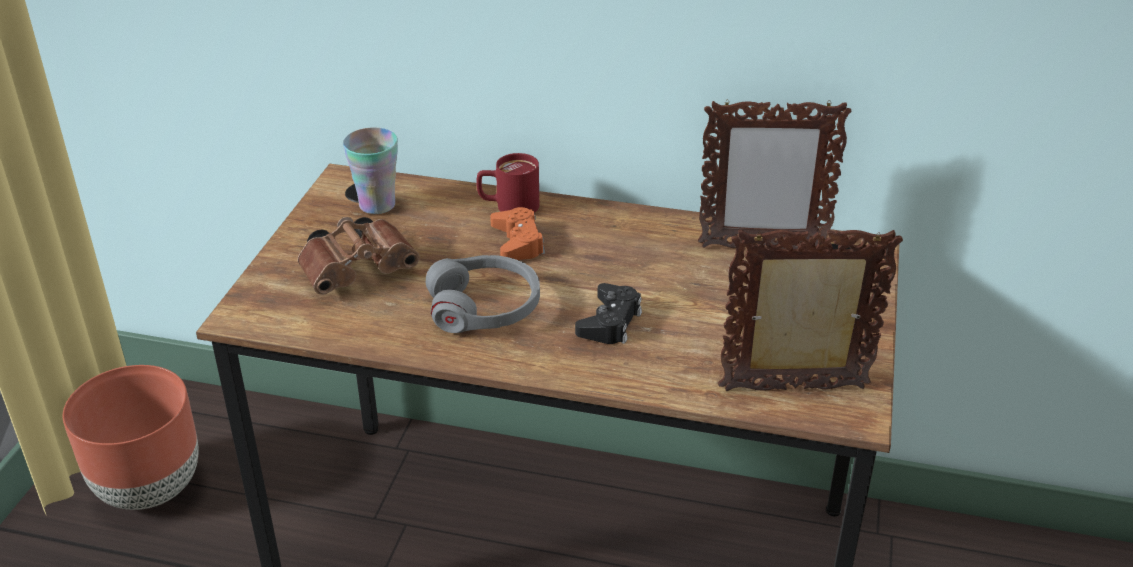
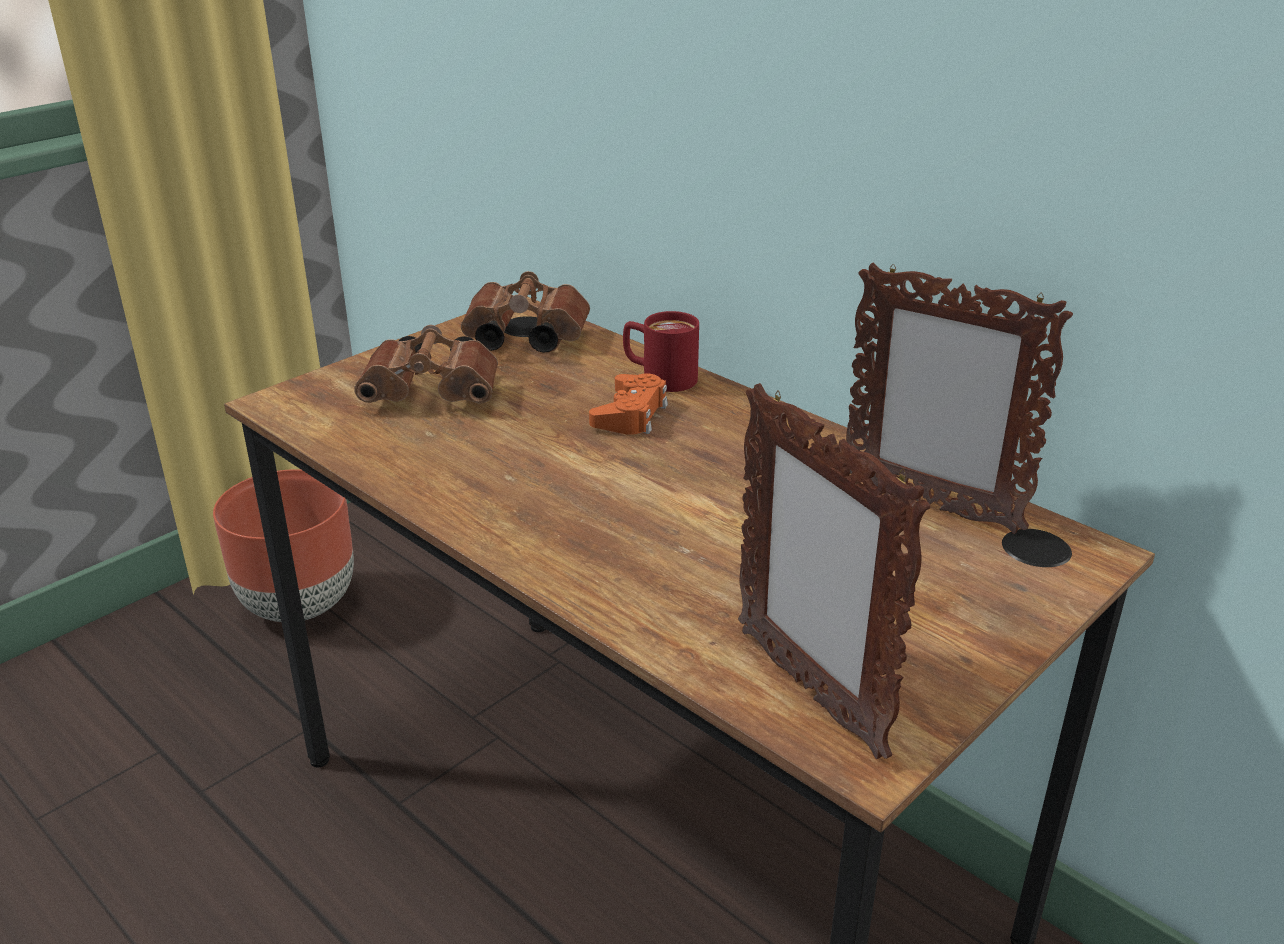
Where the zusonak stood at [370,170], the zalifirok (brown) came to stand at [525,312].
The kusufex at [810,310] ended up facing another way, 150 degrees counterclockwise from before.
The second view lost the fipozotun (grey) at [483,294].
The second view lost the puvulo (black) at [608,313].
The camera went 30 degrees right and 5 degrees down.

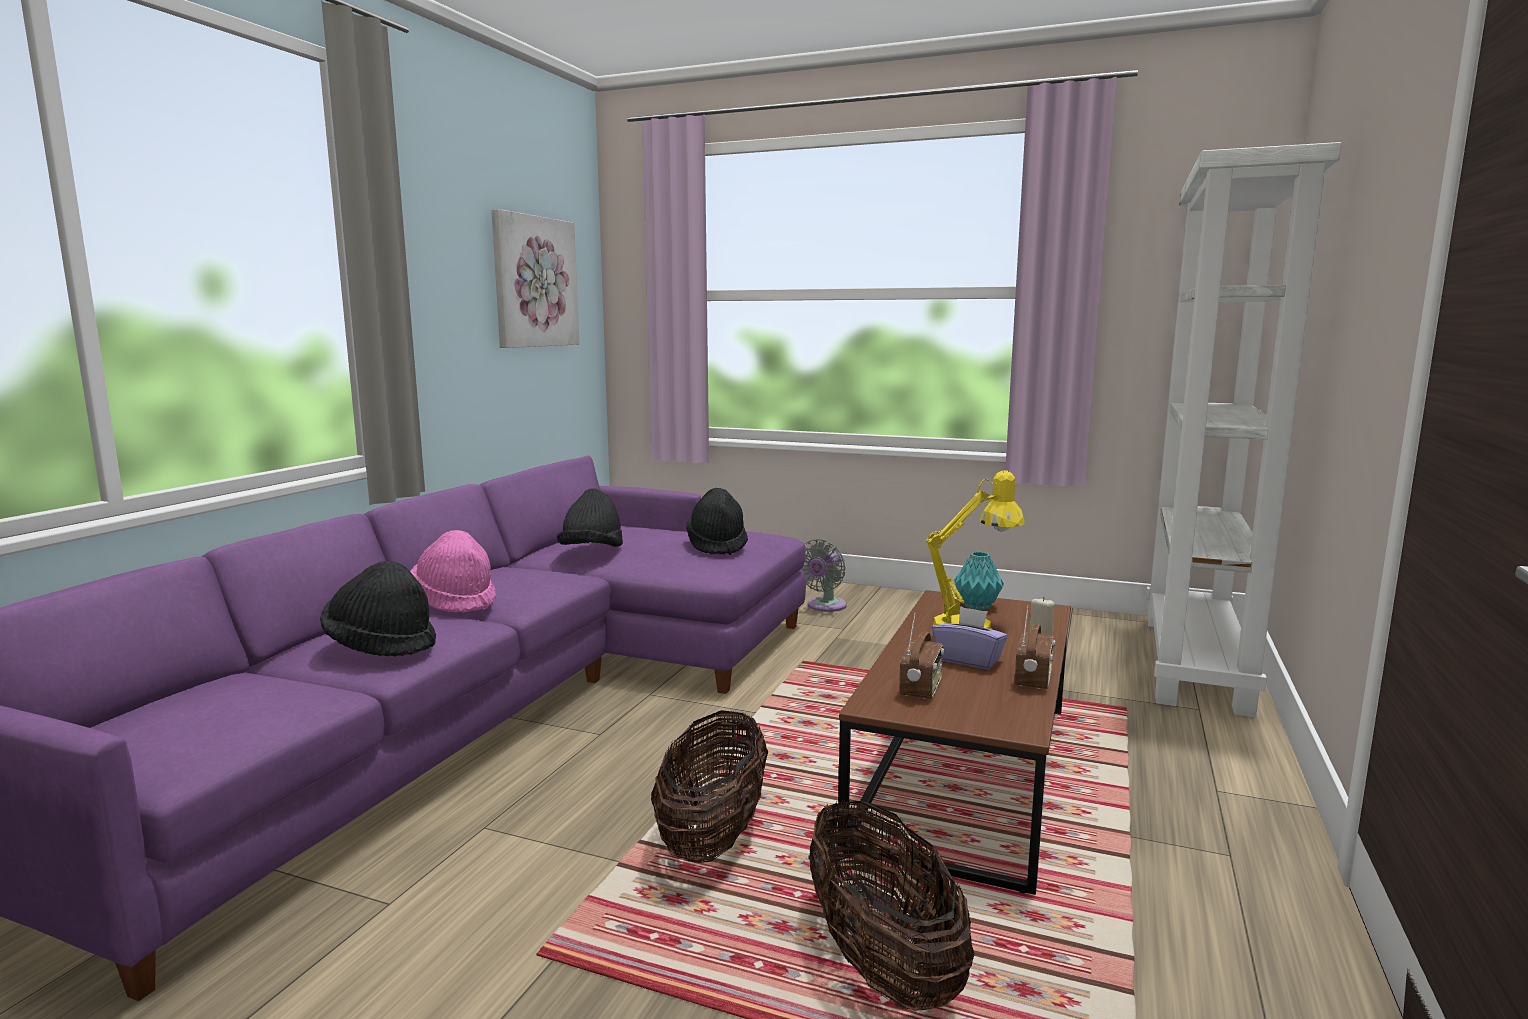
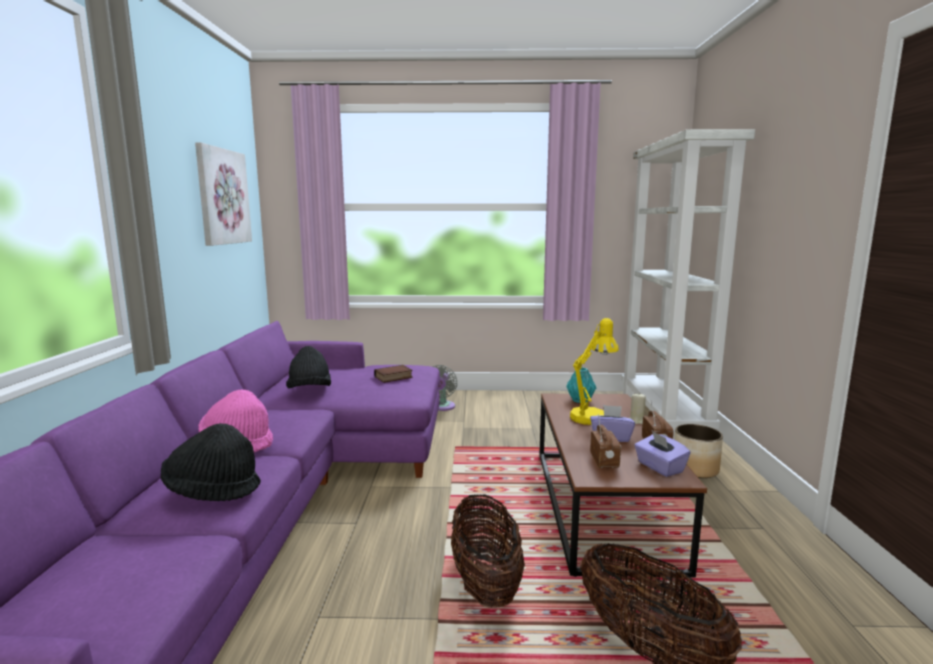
Where the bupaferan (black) stood at [717,521], the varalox came to stand at [393,374].
The second view gained the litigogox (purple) at [662,454].
The second view gained the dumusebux at [698,451].
The camera went 20 degrees left and 0 degrees up.

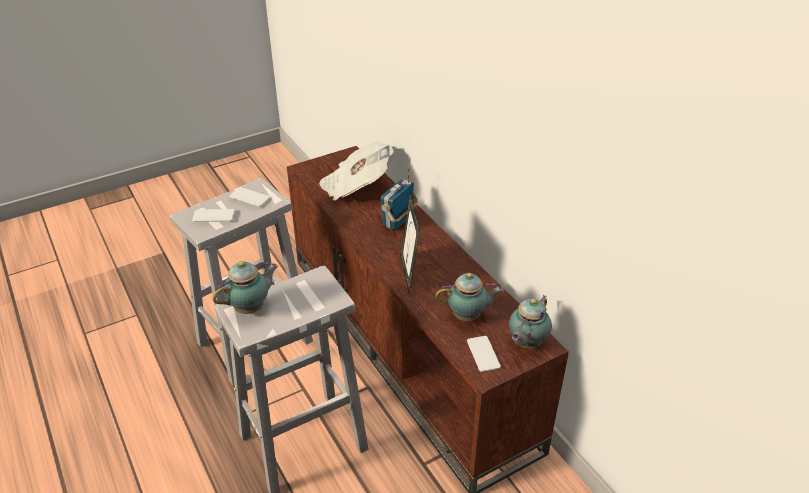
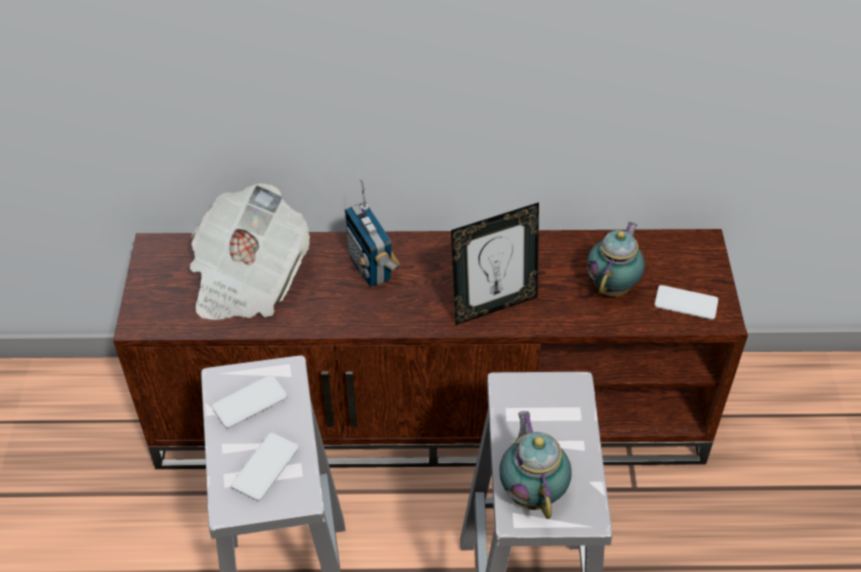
The kusufex at [410,242] ended up facing another way, 45 degrees counterclockwise from before.
The second view lost the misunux at [530,321].
The camera went 60 degrees left and 10 degrees up.

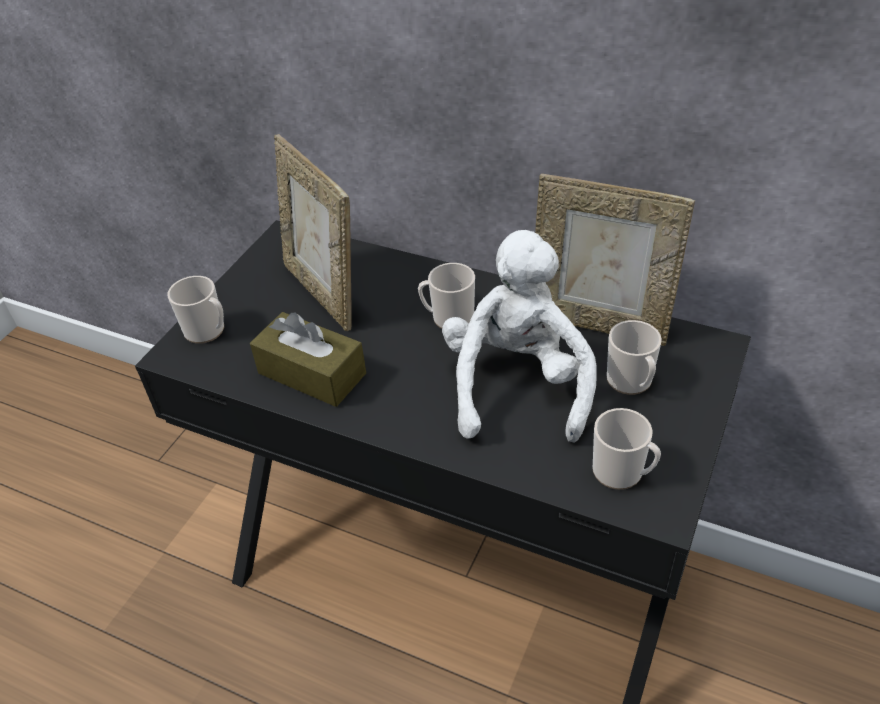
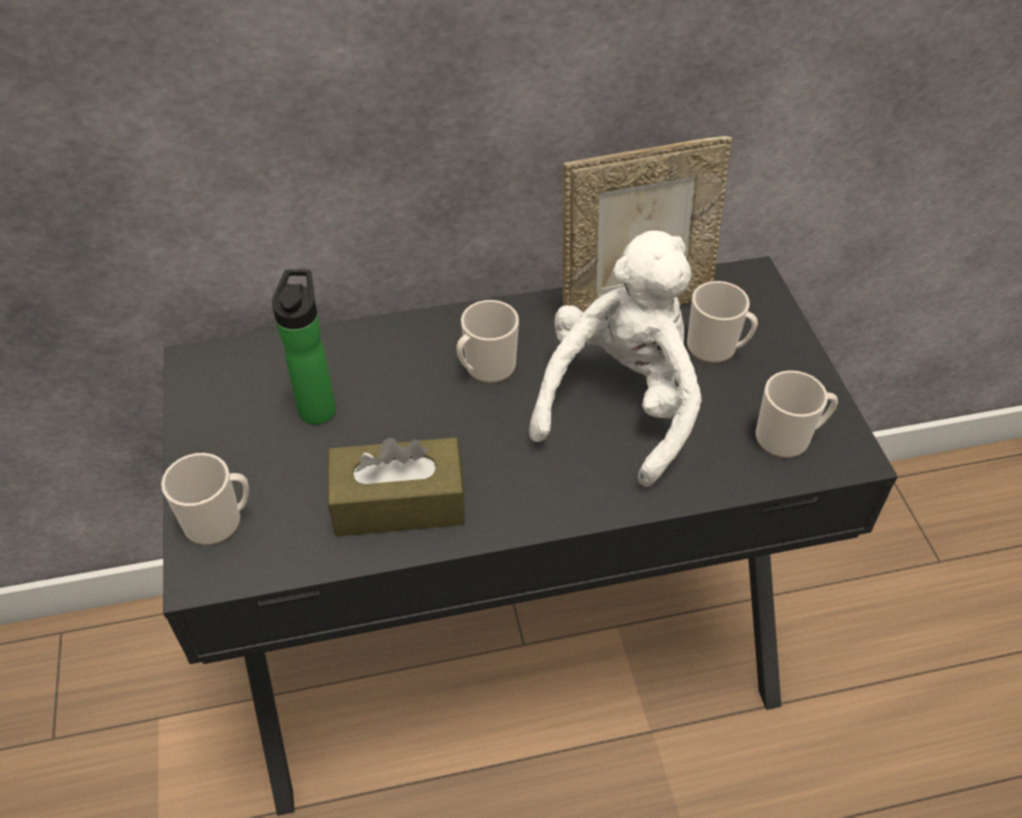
Where the kusufex stood at [313,232], the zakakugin came to stand at [304,347].
The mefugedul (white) at [519,336] ended up facing another way, 60 degrees clockwise from before.
The camera went 40 degrees left and 5 degrees up.

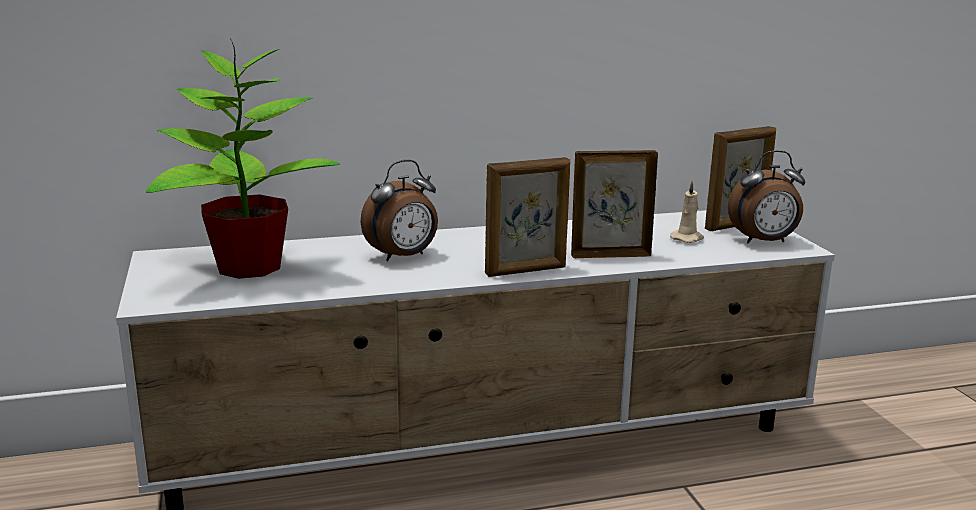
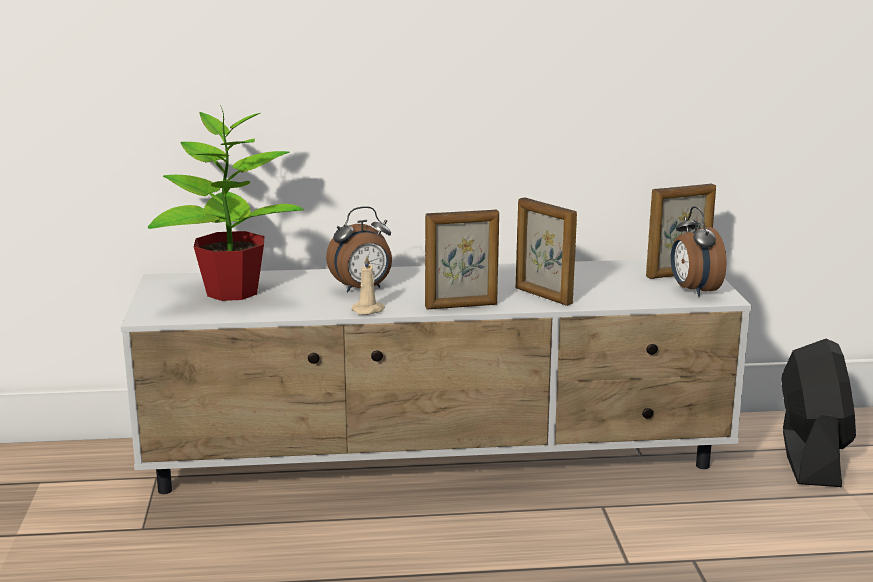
The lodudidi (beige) ended up elsewhere, having gone from [687,211] to [368,285].
The kusufex at [614,204] ended up facing another way, 135 degrees counterclockwise from before.
The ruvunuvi at [766,196] ended up facing another way, 75 degrees clockwise from before.
The second view gained the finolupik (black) at [818,413].
The camera went 10 degrees right and 0 degrees up.

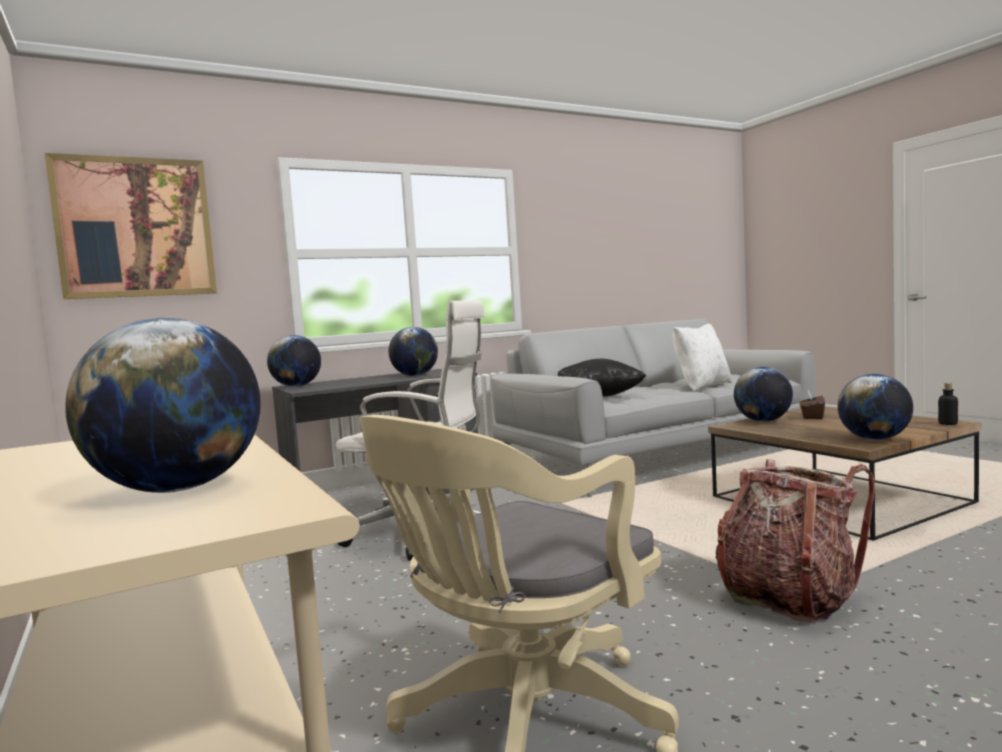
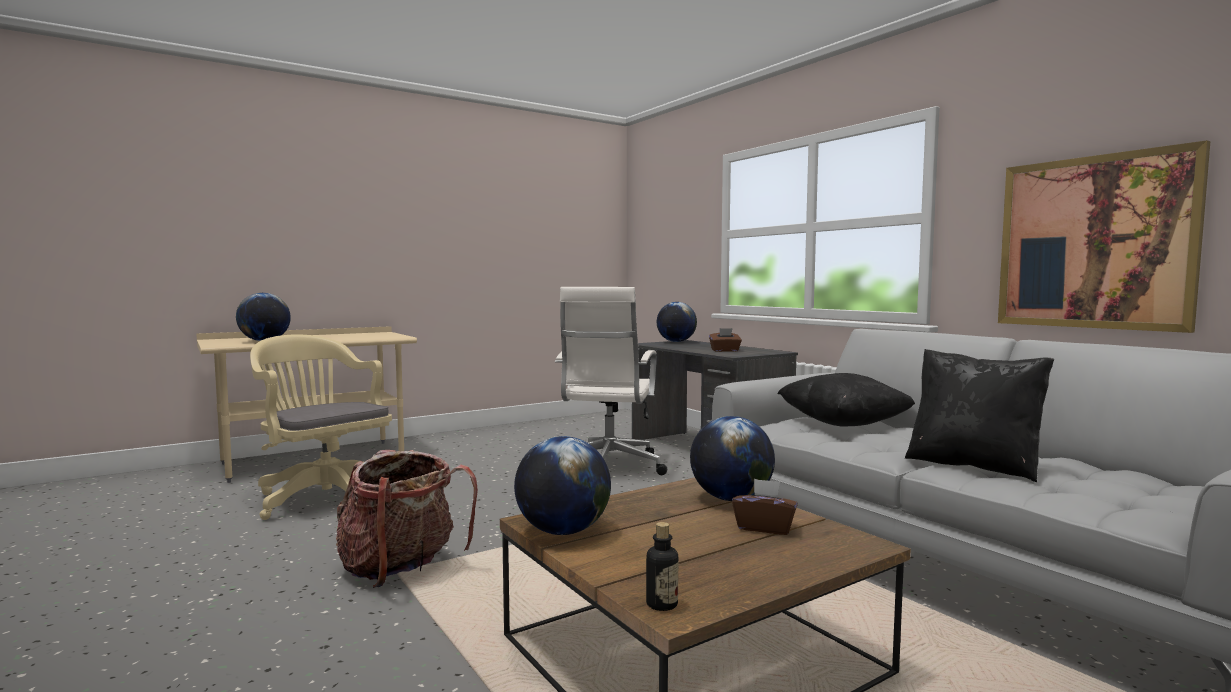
Where the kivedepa stood at [413,351], the litigogox (brown) came to stand at [725,340].
What was the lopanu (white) at [702,357] turned into the lopanu (black) at [979,415].
The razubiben ended up elsewhere, having gone from [131,226] to [1104,236].
The camera went 85 degrees right and 0 degrees up.

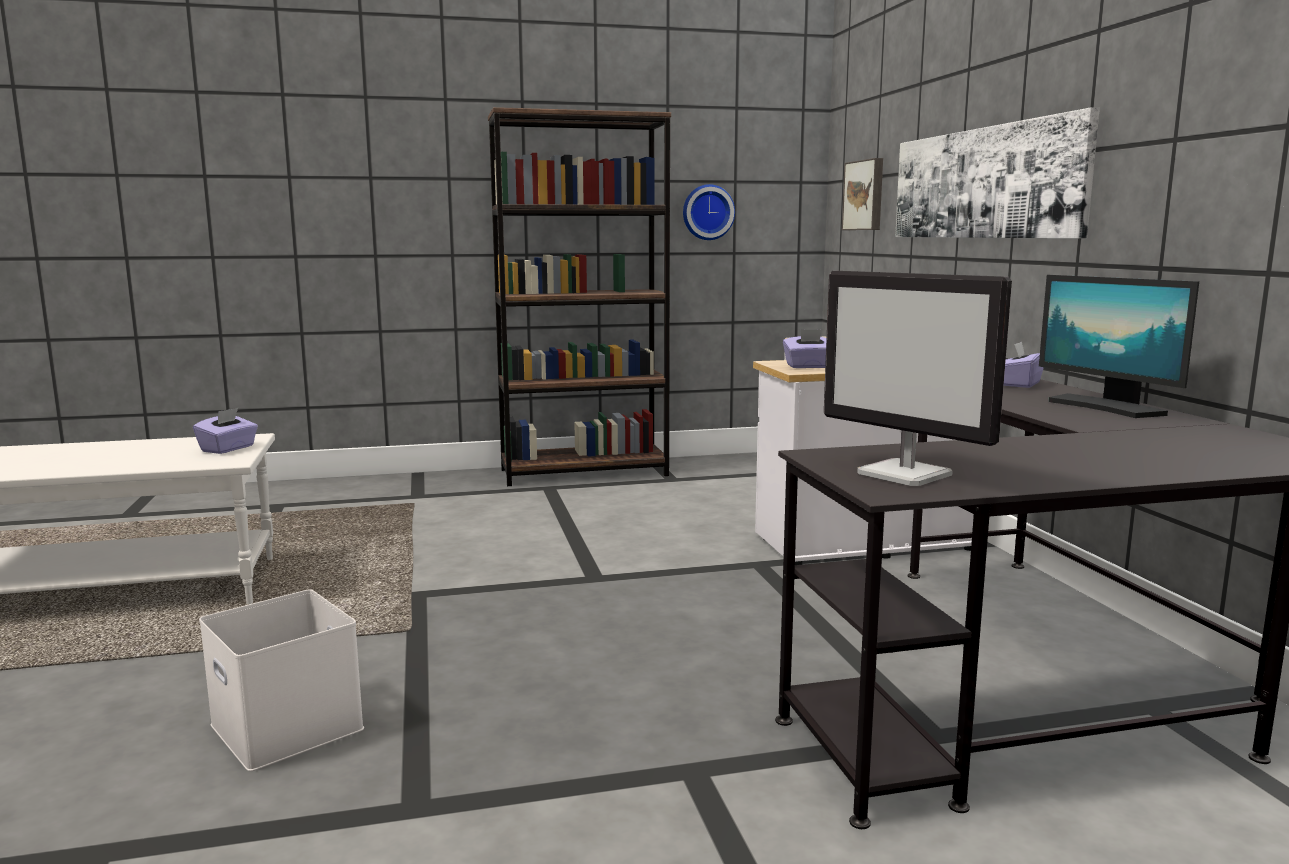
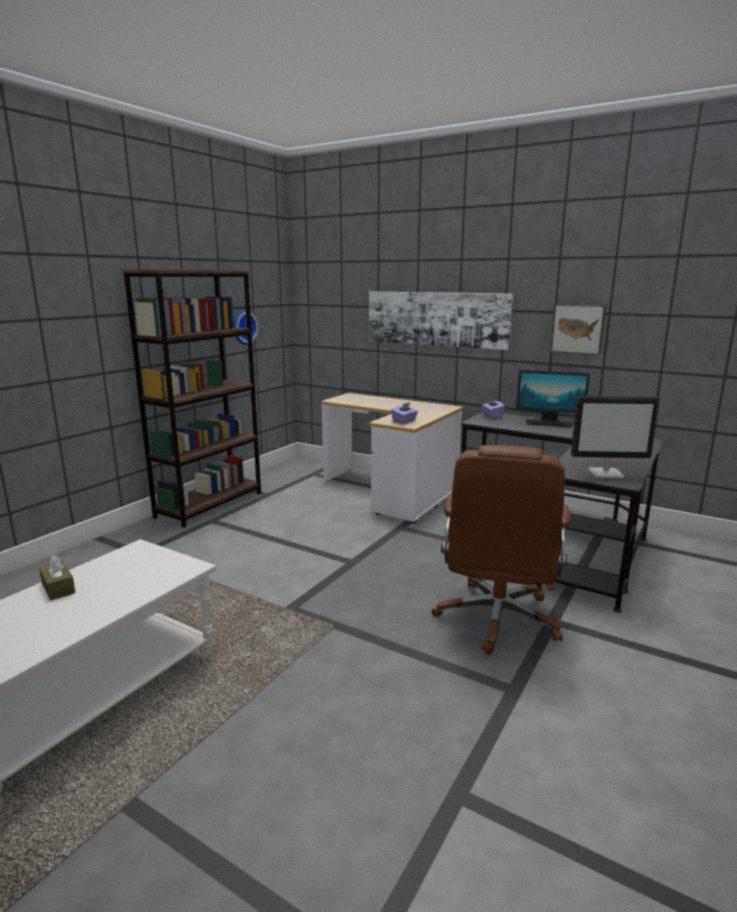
The second view gained the litigogox (brown) at [57,577].
The second view gained the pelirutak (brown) at [501,550].
The razubiben ended up elsewhere, having gone from [862,194] to [578,329].
The second view lost the litigogox (purple) at [225,431].
The second view lost the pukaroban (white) at [281,680].
The camera went 45 degrees left and 5 degrees up.

